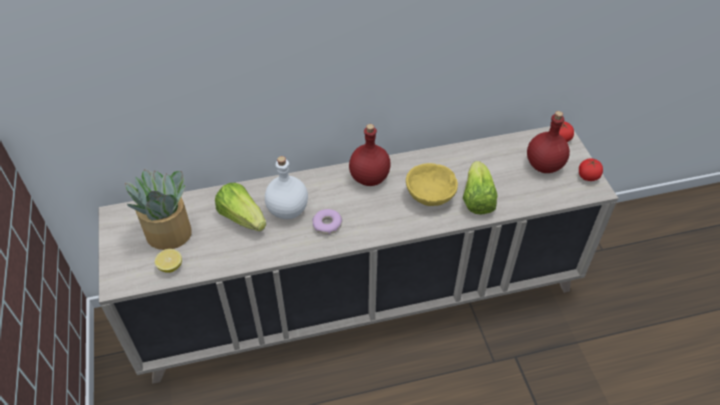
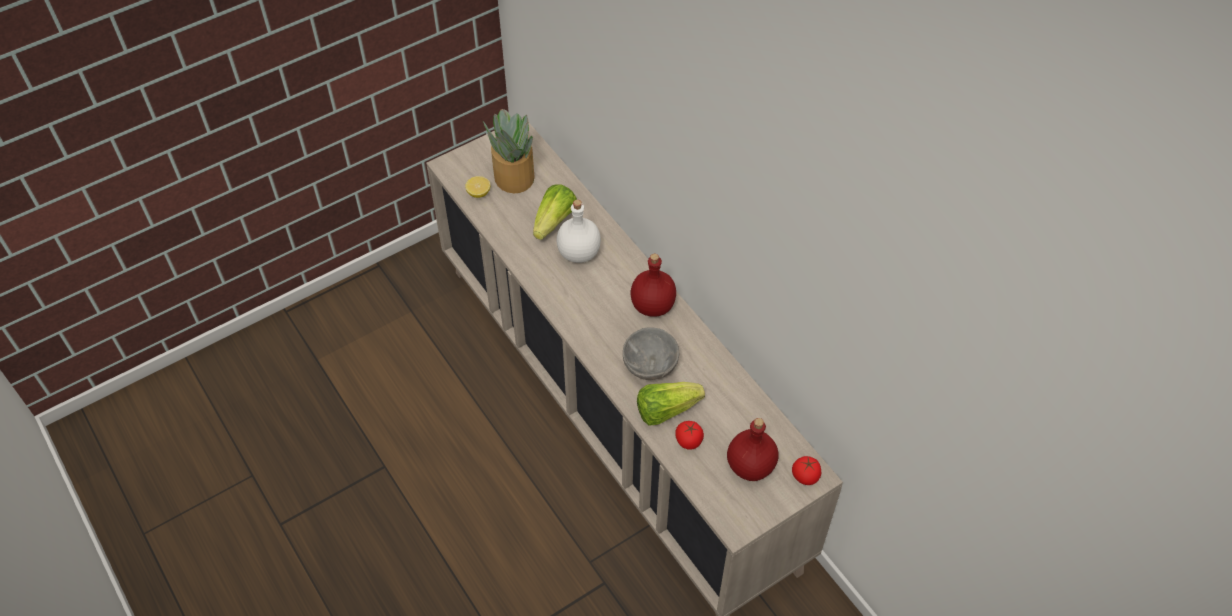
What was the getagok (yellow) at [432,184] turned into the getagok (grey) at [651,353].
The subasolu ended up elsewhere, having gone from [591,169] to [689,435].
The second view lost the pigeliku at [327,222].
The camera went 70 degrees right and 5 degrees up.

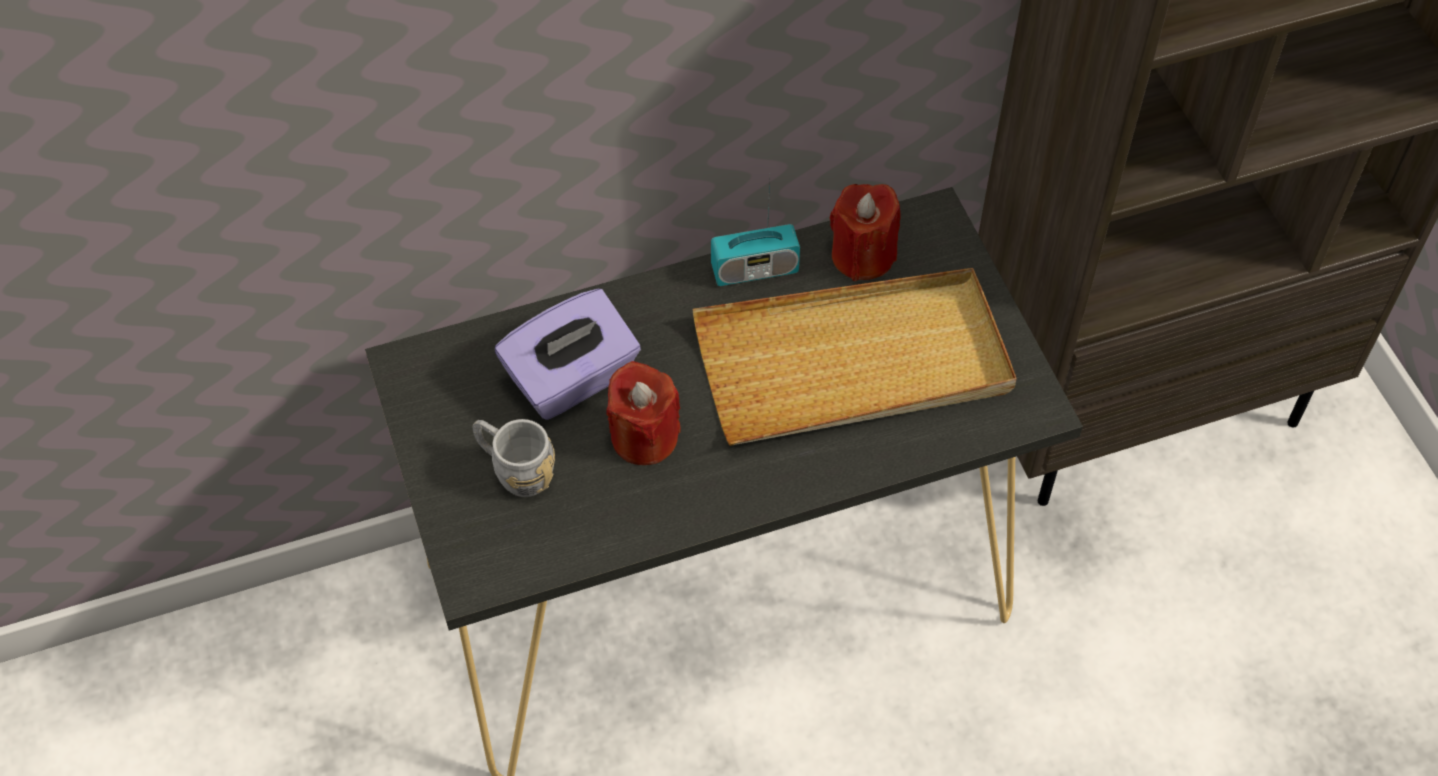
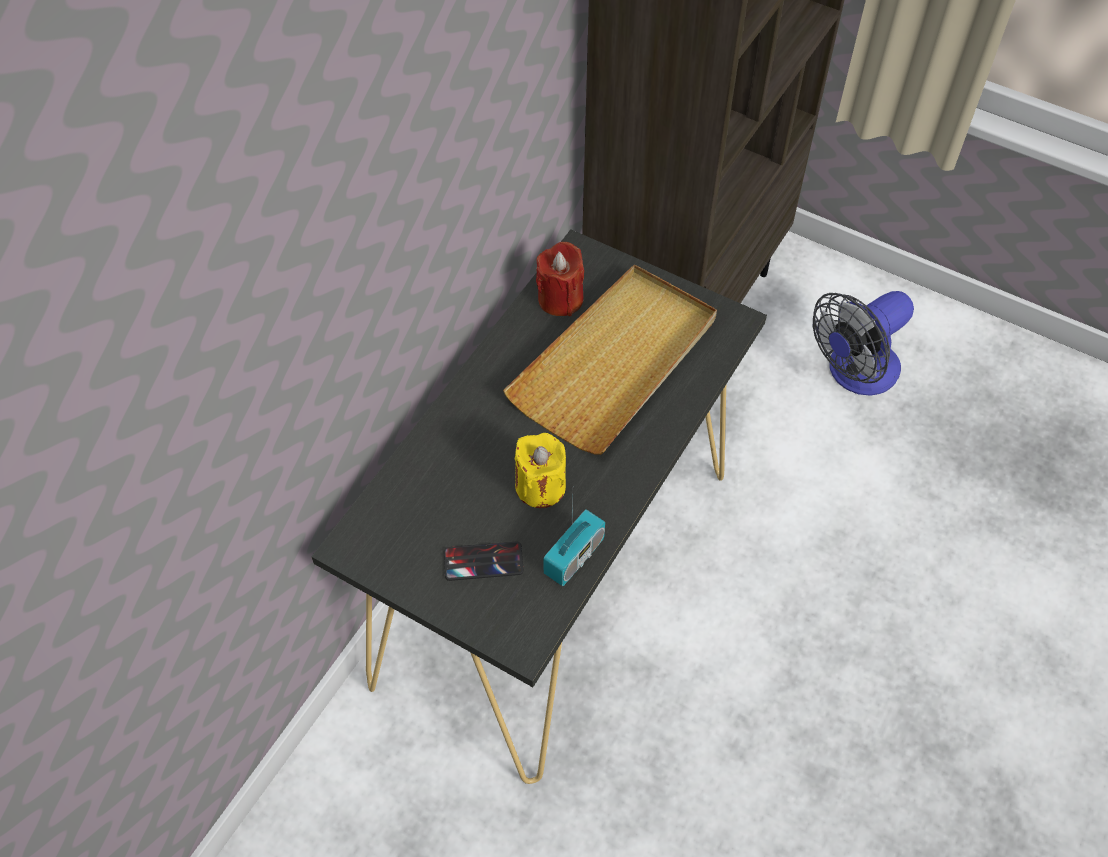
Where the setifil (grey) stood at [513,458], the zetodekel came to stand at [484,561].
What was the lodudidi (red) at [643,413] turned into the lodudidi (yellow) at [540,470].
The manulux ended up elsewhere, having gone from [755,232] to [574,540].
The second view gained the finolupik at [863,343].
The second view lost the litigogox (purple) at [568,354].
The camera went 40 degrees left and 0 degrees up.

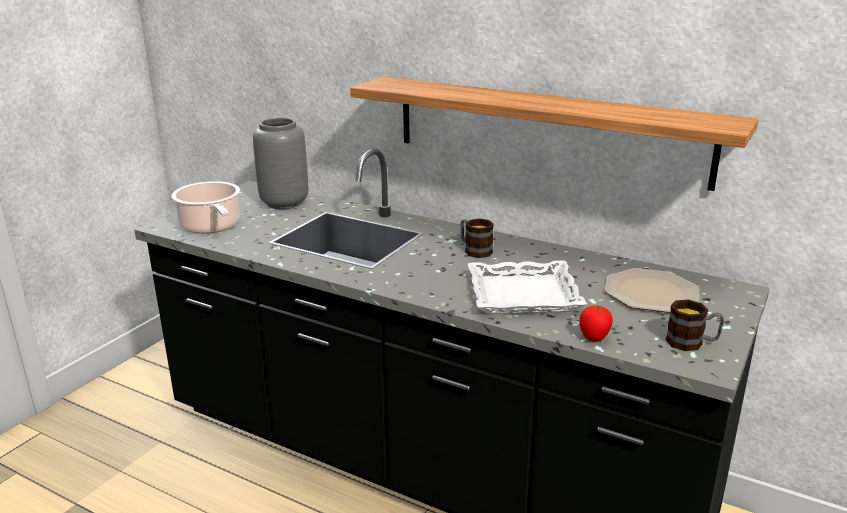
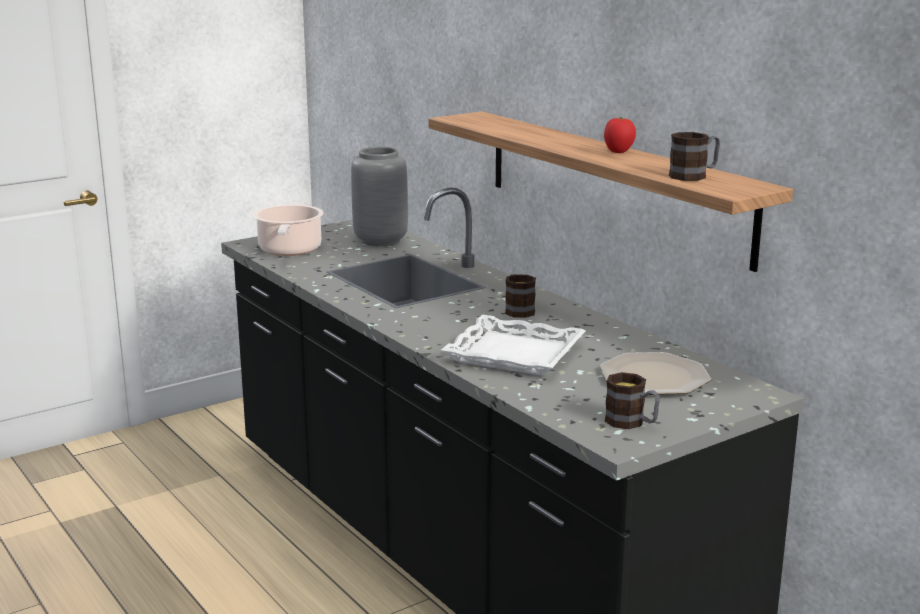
The subasolu ended up elsewhere, having gone from [596,324] to [620,135].
The second view gained the setifil at [694,156].
The camera went 25 degrees right and 5 degrees down.

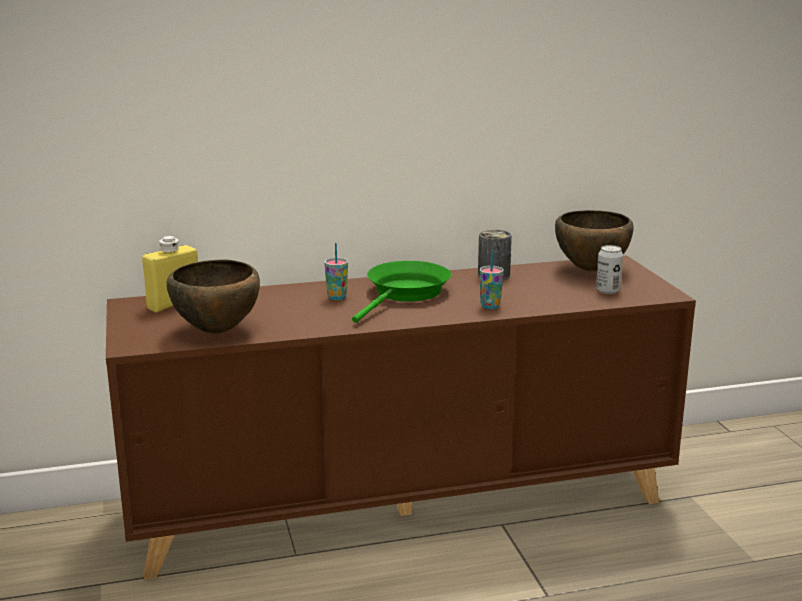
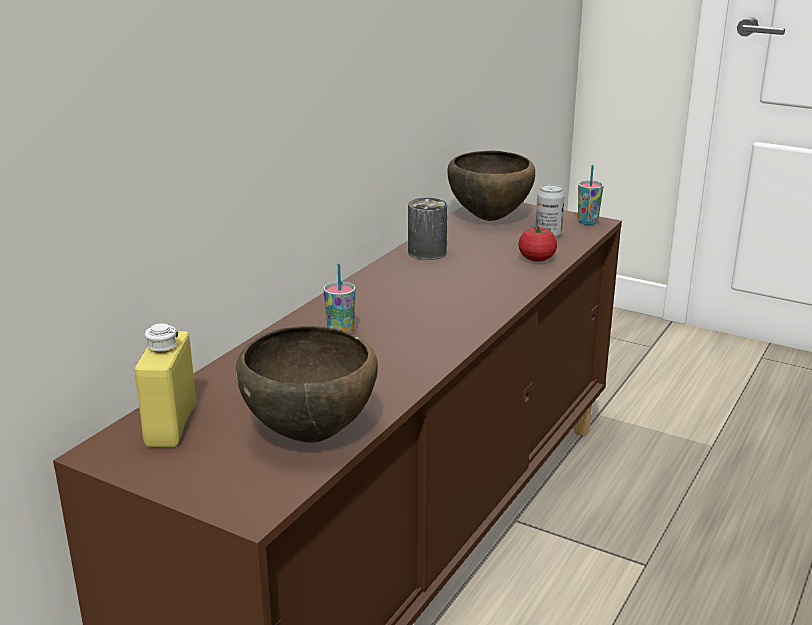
The second view gained the subasolu at [537,244].
The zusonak ended up elsewhere, having gone from [491,280] to [591,195].
The second view lost the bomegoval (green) at [401,292].
The camera went 45 degrees left and 5 degrees up.

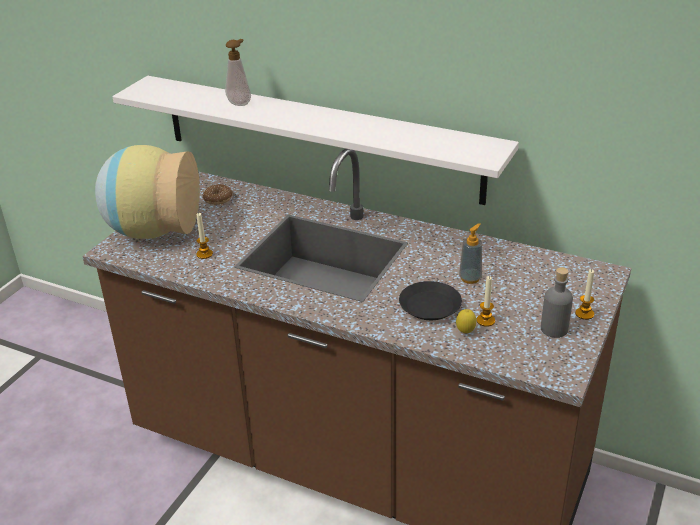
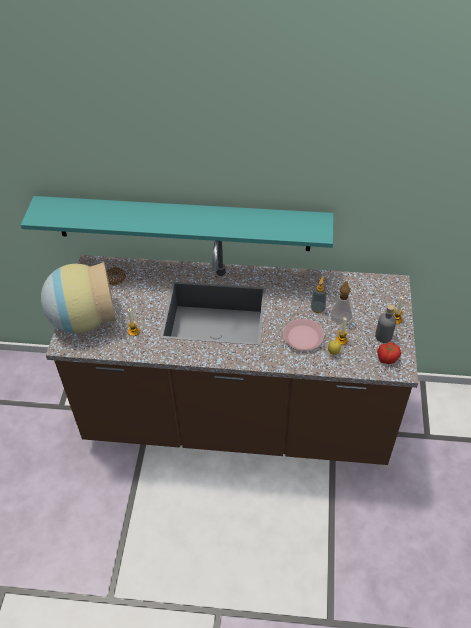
What was the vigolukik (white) at [315,140] turned into the vigolukik (turquoise) at [177,223].
What was the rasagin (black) at [430,300] turned into the rasagin (pink) at [303,335].
The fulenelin ended up elsewhere, having gone from [238,72] to [341,302].
The second view gained the subasolu at [389,353].
The camera went 20 degrees left and 15 degrees up.

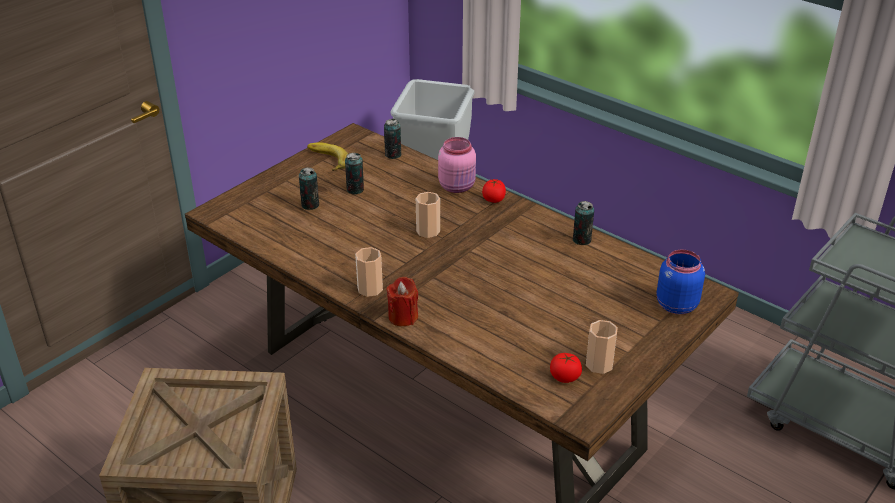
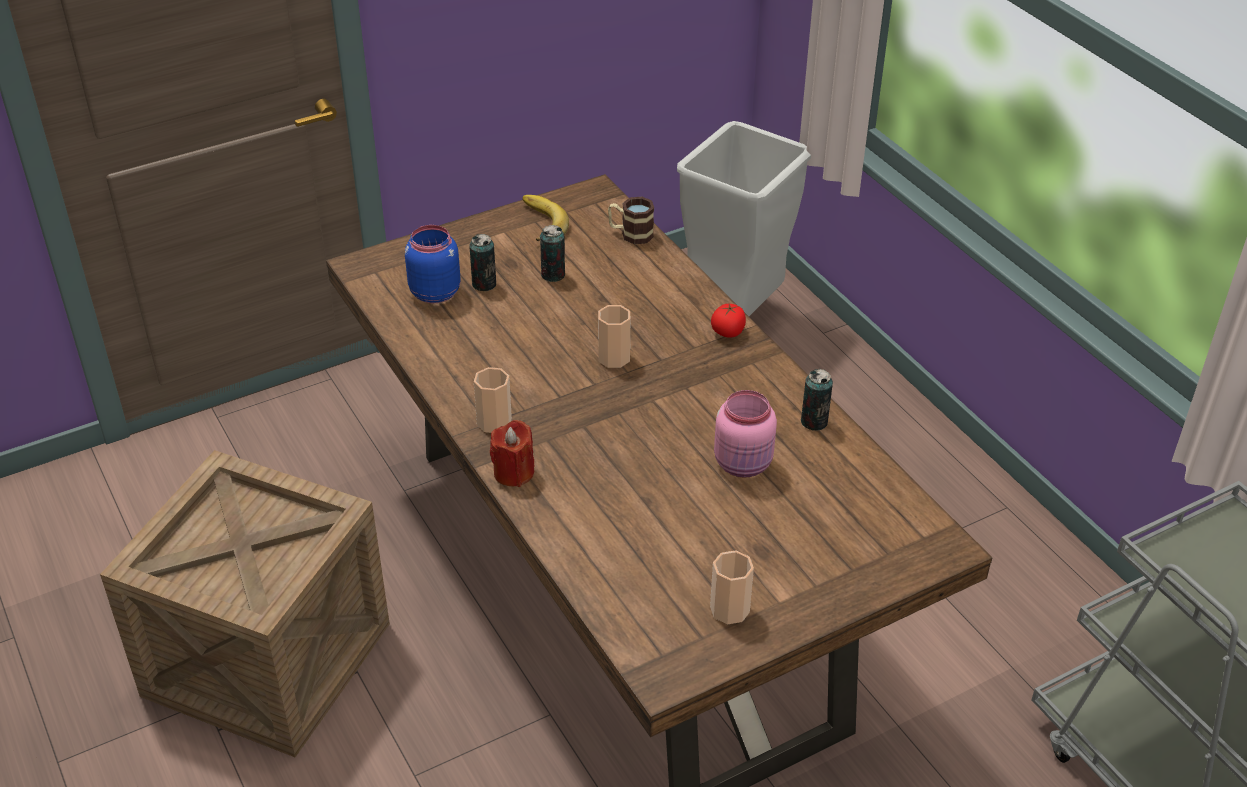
The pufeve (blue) ended up elsewhere, having gone from [680,282] to [432,264].
Where the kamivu stood at [392,139], the setifil came to stand at [631,221].
The pufeve (pink) ended up elsewhere, having gone from [457,165] to [745,434].
The second view lost the subasolu at [566,368].
The camera went 20 degrees right and 5 degrees up.

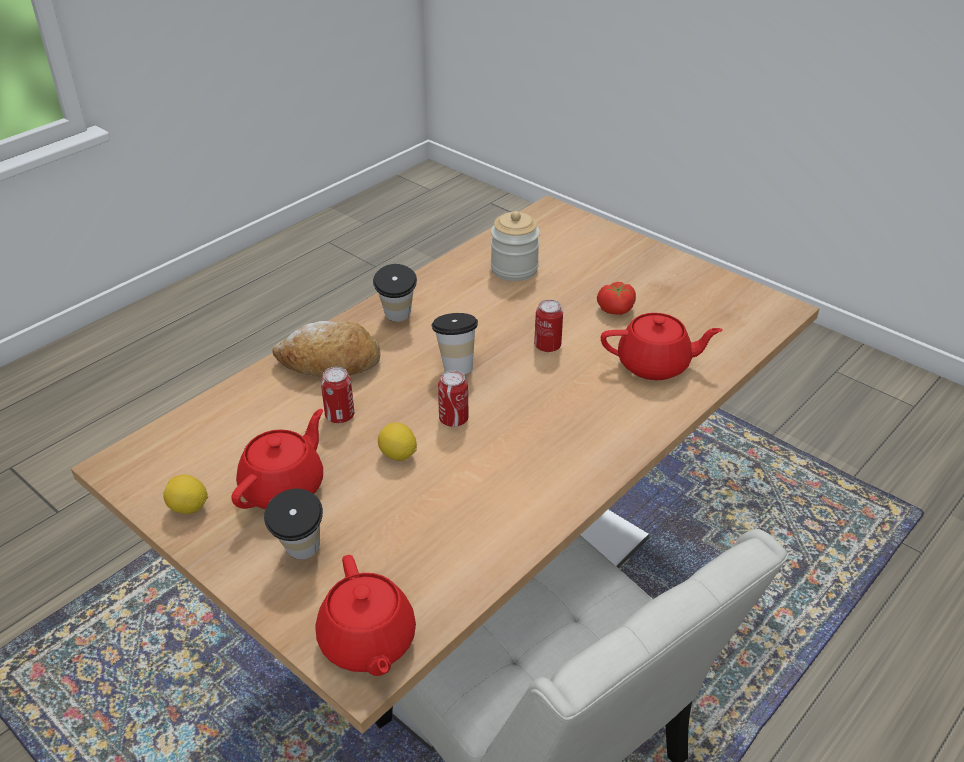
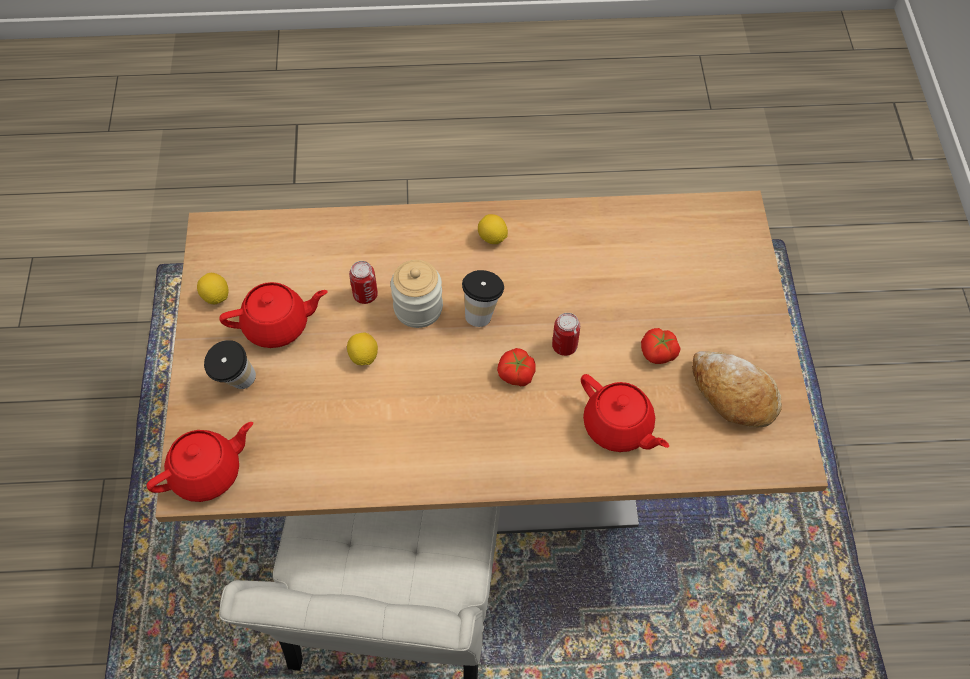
The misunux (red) at [365,615] ended up facing another way, 150 degrees counterclockwise from before.
The pufeve ended up elsewhere, having gone from [515,246] to [417,294].
Where the zusonak stood at [395,293], the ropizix came to stand at [493,229].
The second view gained the subasolu at [516,367].
The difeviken ended up elsewhere, having gone from [326,349] to [737,389].
The second view lost the kamivu at [453,398].
The camera went 45 degrees right and 20 degrees up.

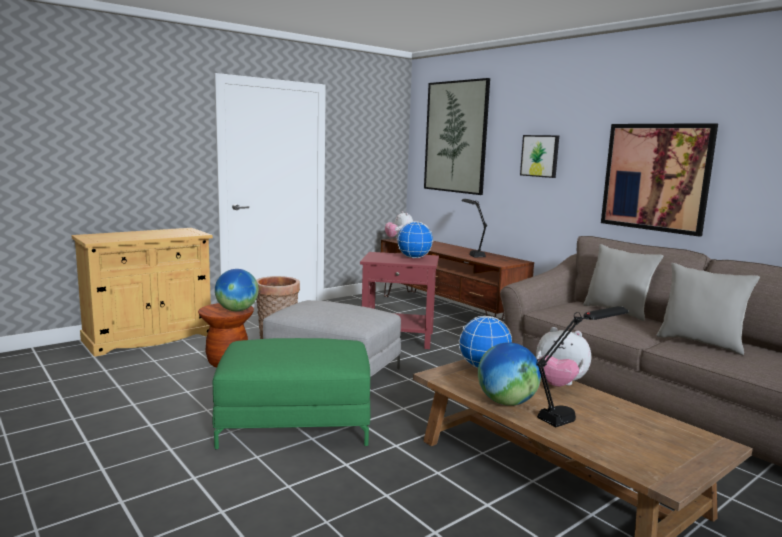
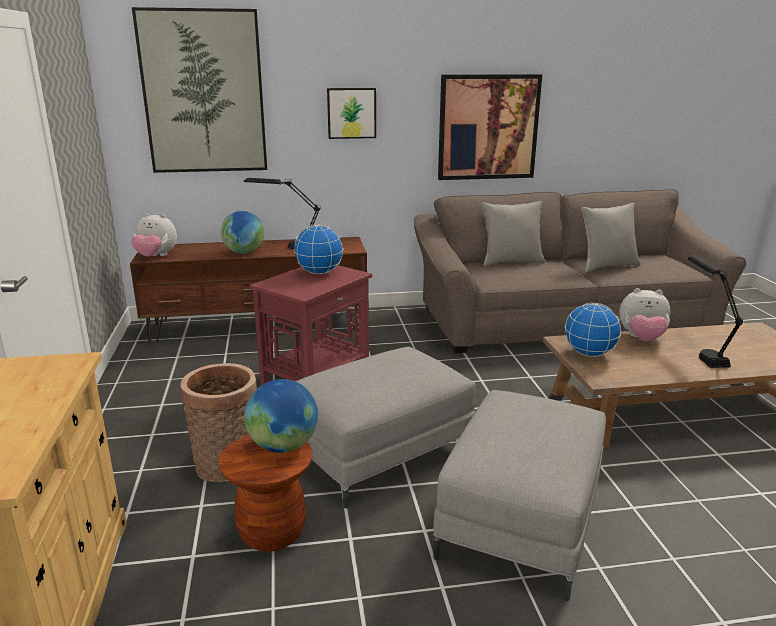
The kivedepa ended up elsewhere, having gone from [509,374] to [242,232].
What was the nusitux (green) at [291,393] turned into the nusitux (grey) at [519,495].
The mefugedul at [563,357] ended up facing another way, 45 degrees clockwise from before.
The camera went 60 degrees left and 10 degrees up.

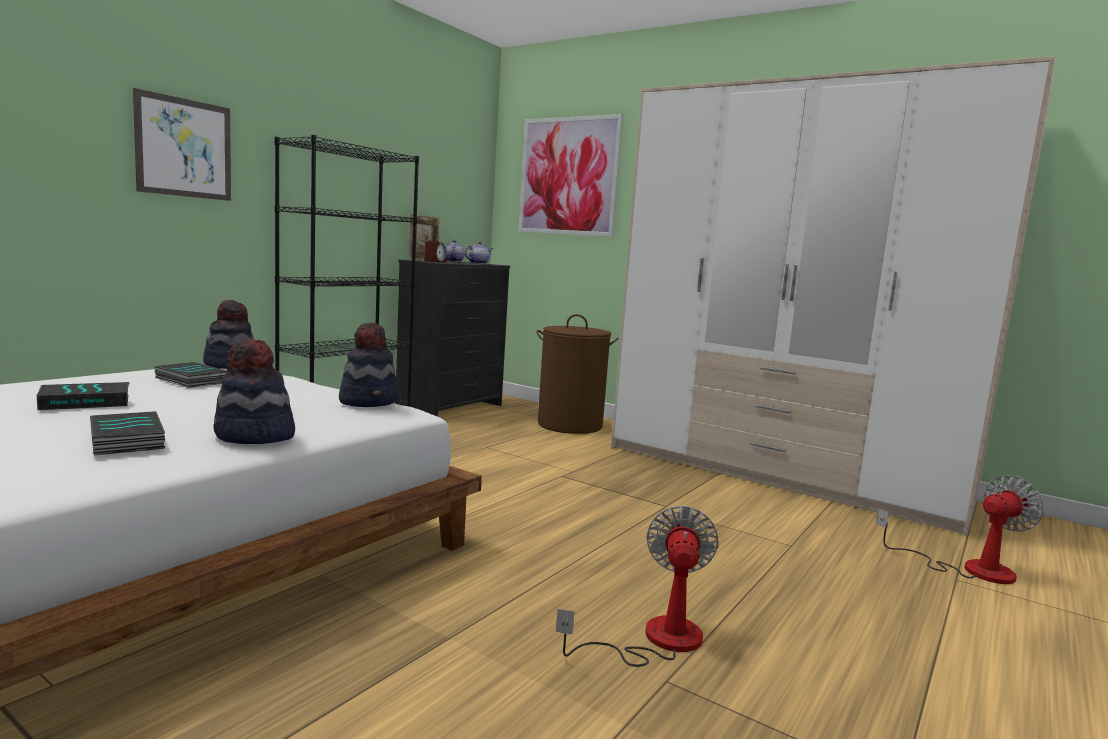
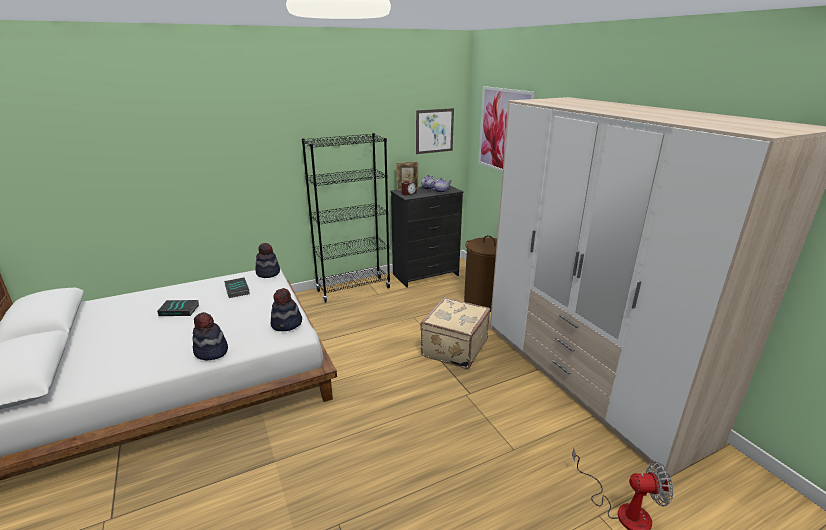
The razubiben ended up elsewhere, having gone from [182,144] to [435,131].
The second view gained the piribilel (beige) at [455,333].
The second view lost the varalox at [127,433].
The second view lost the finolupik at [637,586].
The camera went 30 degrees right and 15 degrees up.

